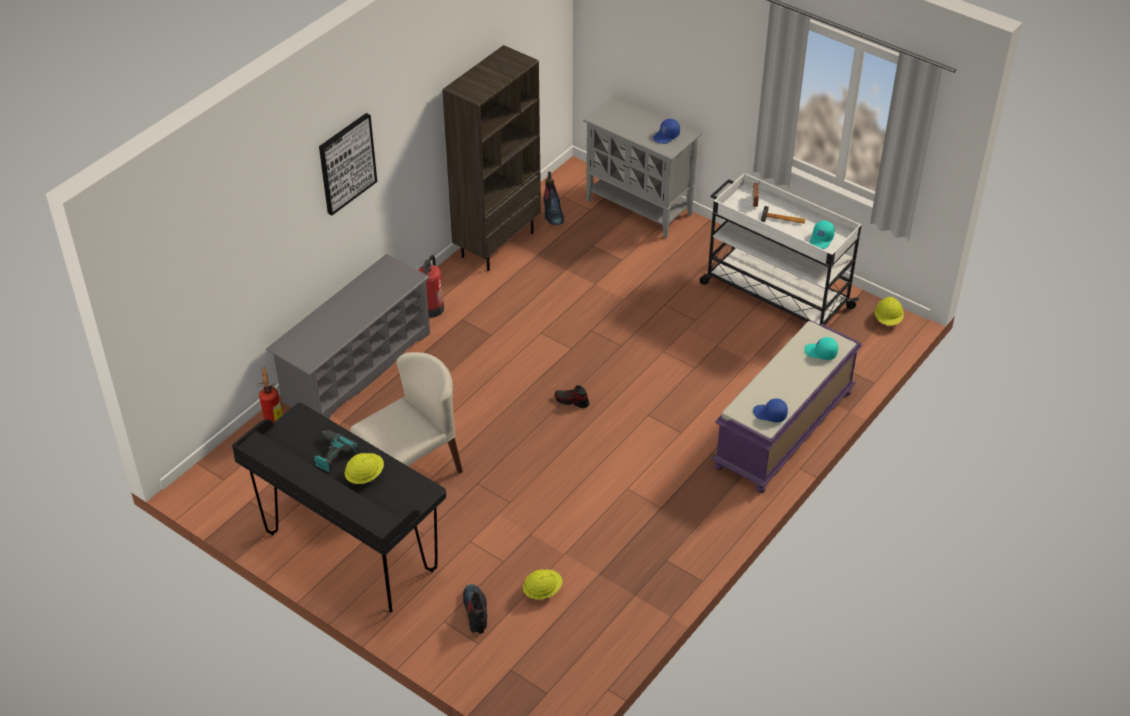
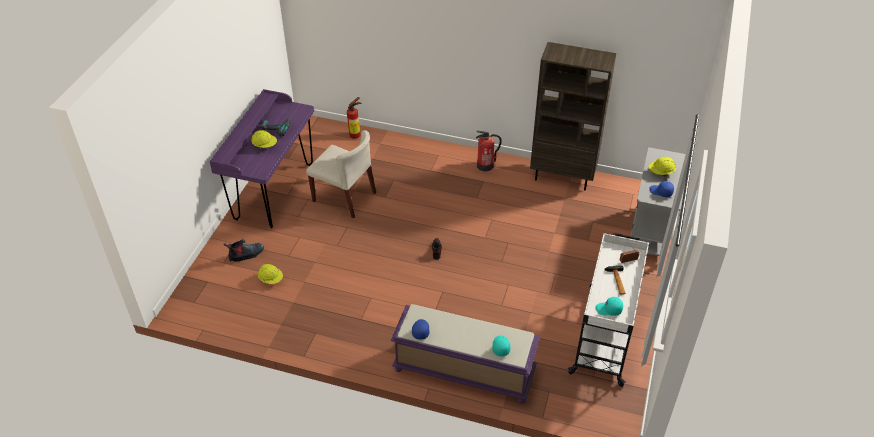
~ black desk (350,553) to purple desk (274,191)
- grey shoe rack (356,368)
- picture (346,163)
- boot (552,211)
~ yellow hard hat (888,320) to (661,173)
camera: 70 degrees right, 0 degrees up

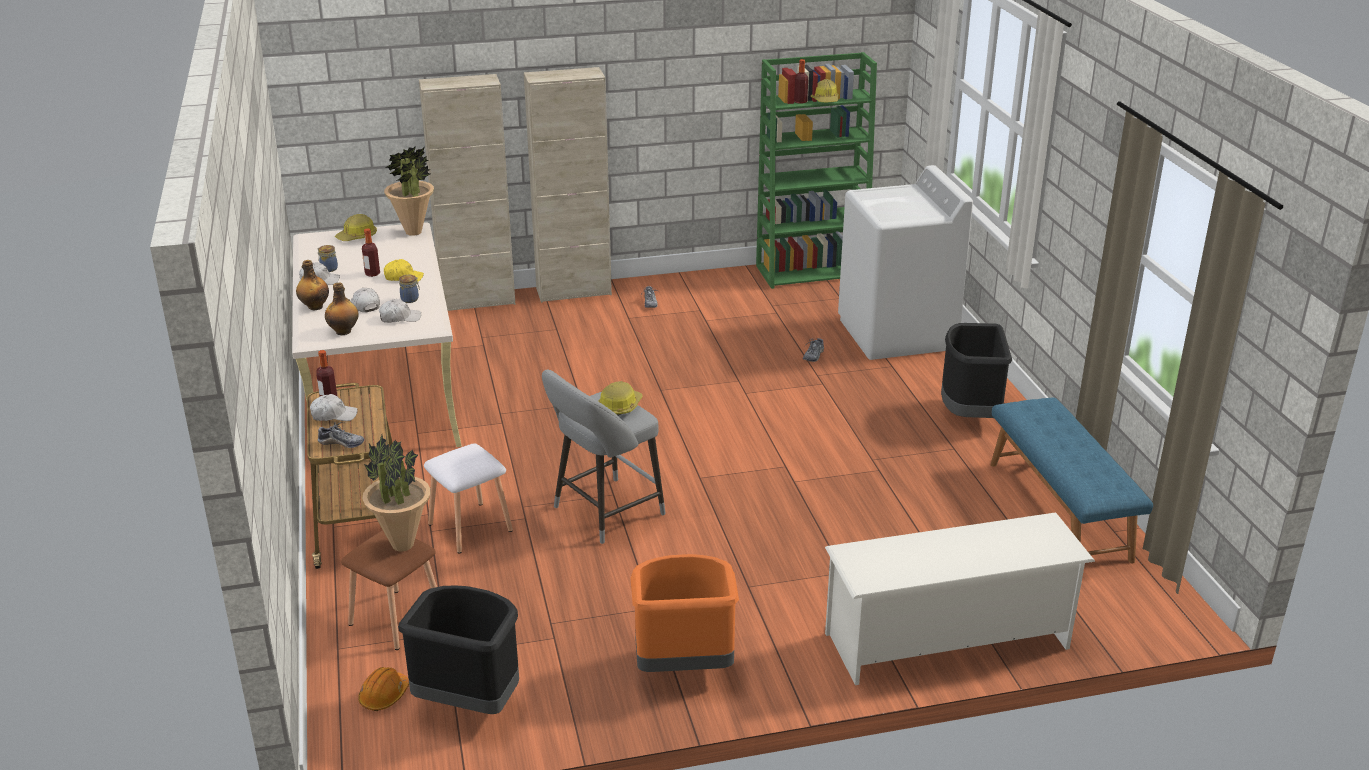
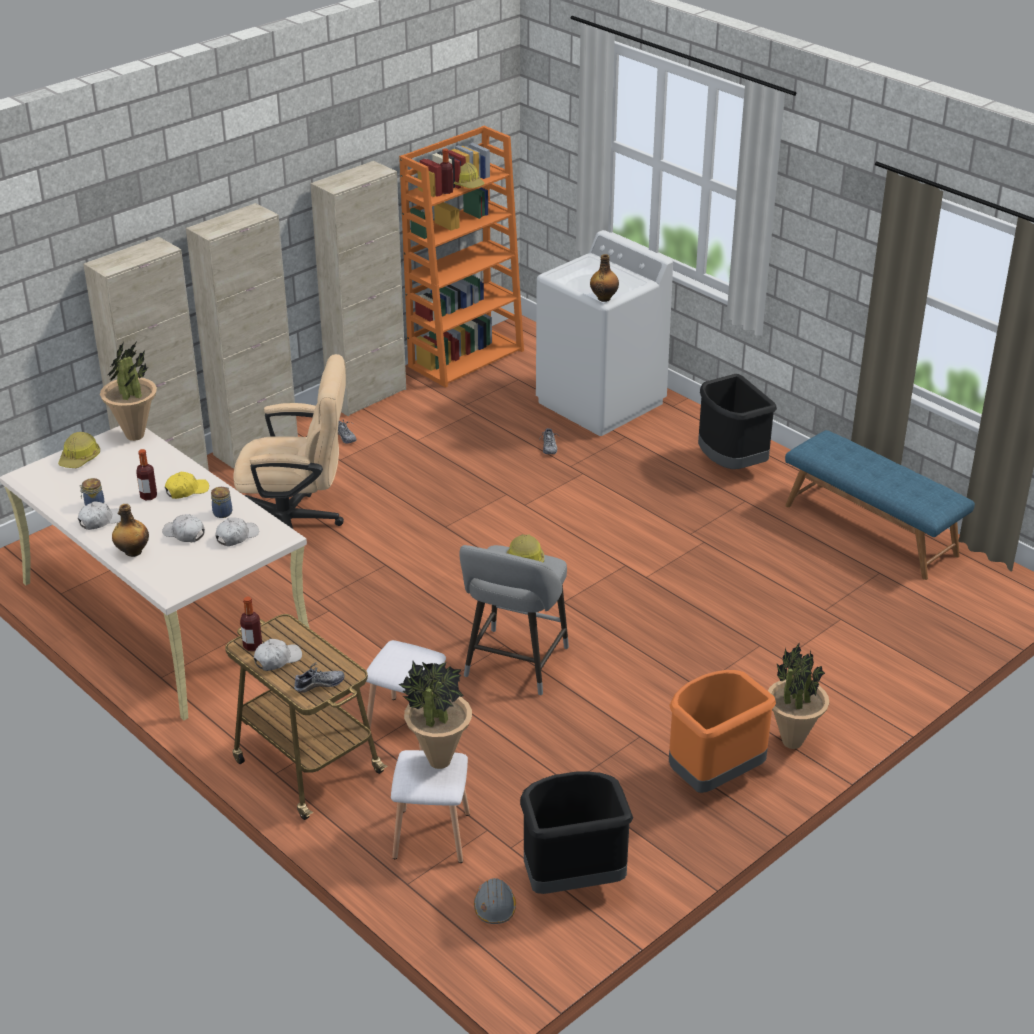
~ bottle (344,331) to (604,298)
~ brown stool (398,619) to white stool (433,835)
~ orange hard hat (384,696) to grey hard hat (494,907)
~ green bookcase (812,271) to orange bookcase (466,358)
- white shoe rack (947,641)
+ beige office chair (297,524)
+ beige cabinet (367,396)
+ potted plant (792,742)
camera: 30 degrees left, 5 degrees up

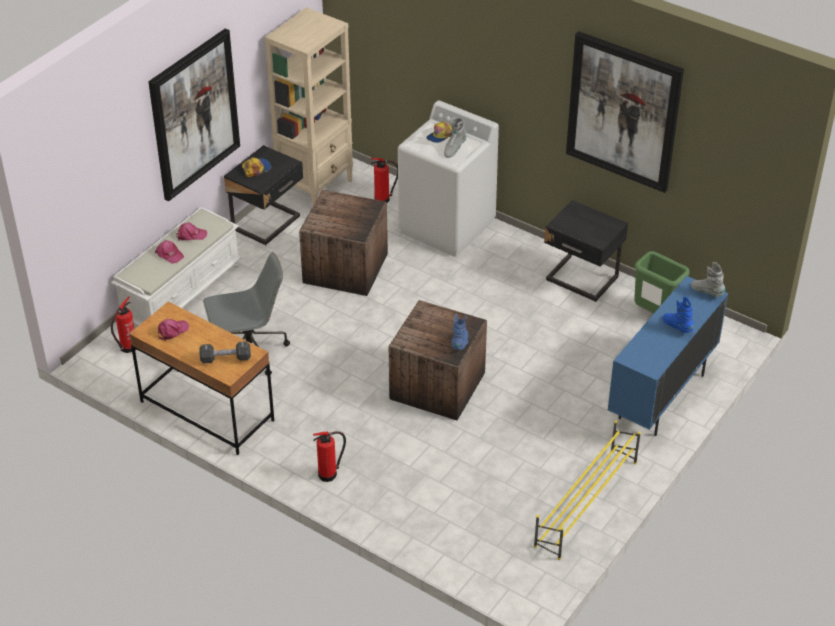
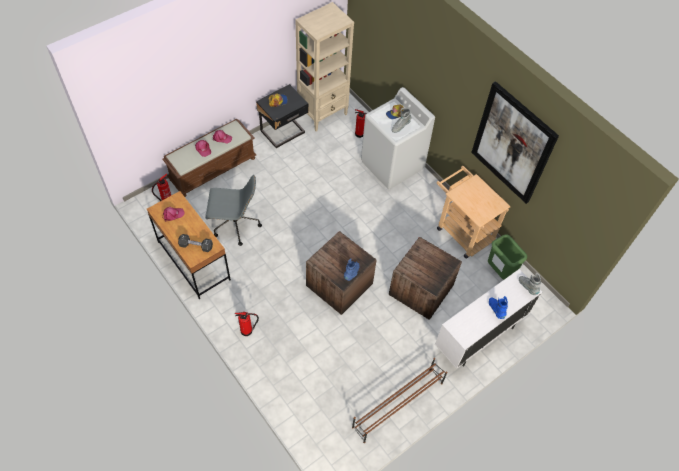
~ white bench (181,292) to brown bench (213,168)
- picture (194,114)
~ crate (346,269) to (421,291)
~ yellow shoe rack (585,504) to brown shoe rack (397,405)
~ black nightstand (581,280) to beige cart (461,230)
~ blue cabinet (661,397) to white cabinet (478,337)
camera: 15 degrees right, 15 degrees up

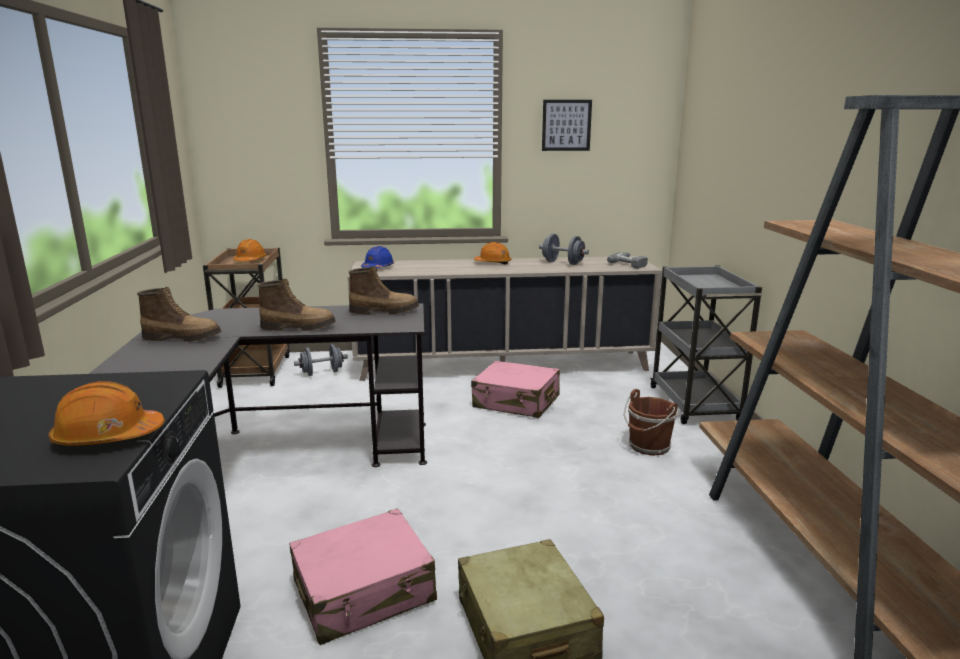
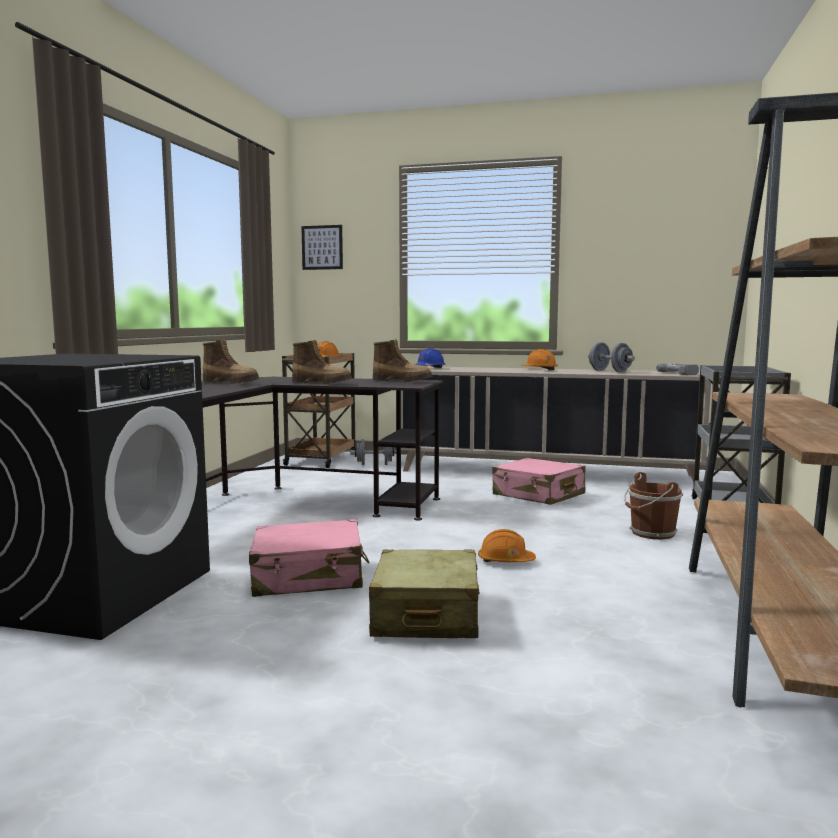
~ orange hard hat (108,437) to (505,561)
~ picture (566,125) to (322,247)
camera: 20 degrees right, 10 degrees down

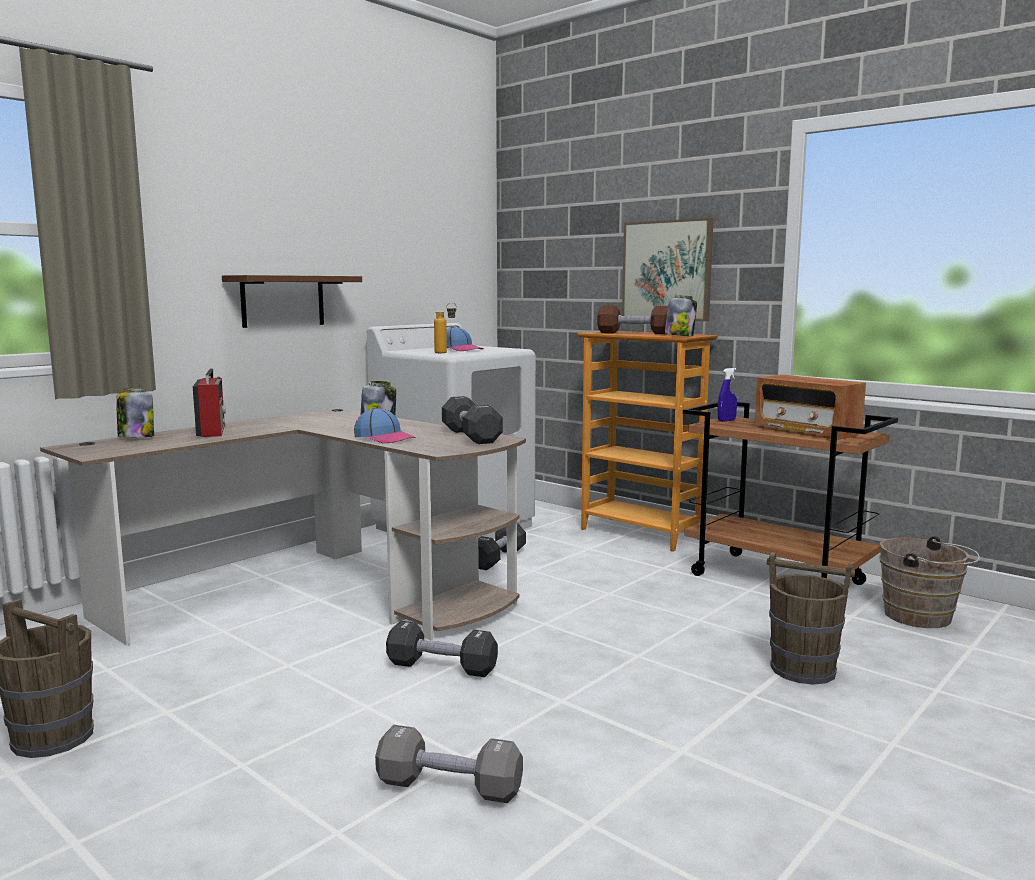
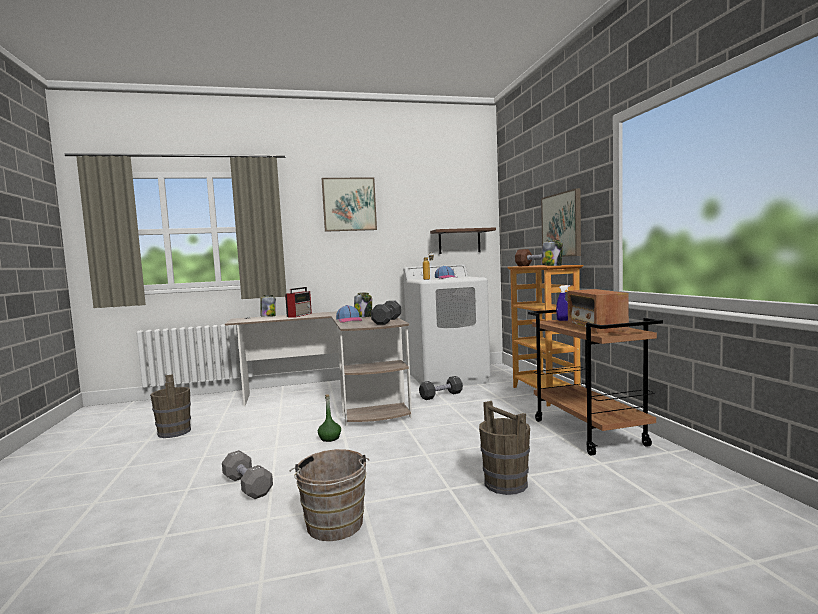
~ brown shelf (283,301) to (459,241)
~ black dumbbell (442,667) to green bottle (330,438)
~ brown bucket (923,617) to (334,527)
+ picture (349,204)
camera: 35 degrees right, 5 degrees down

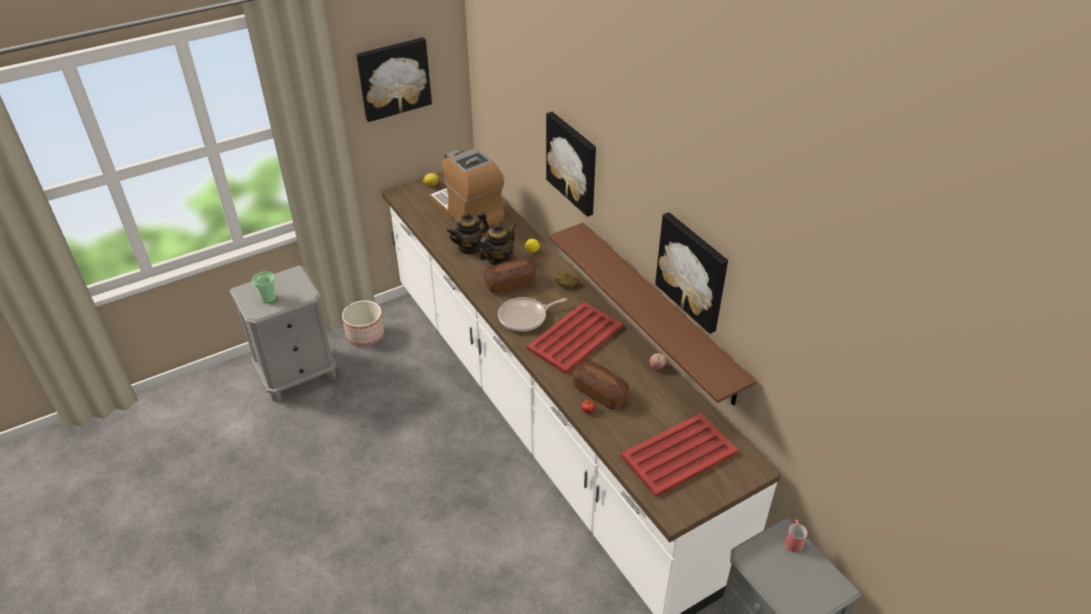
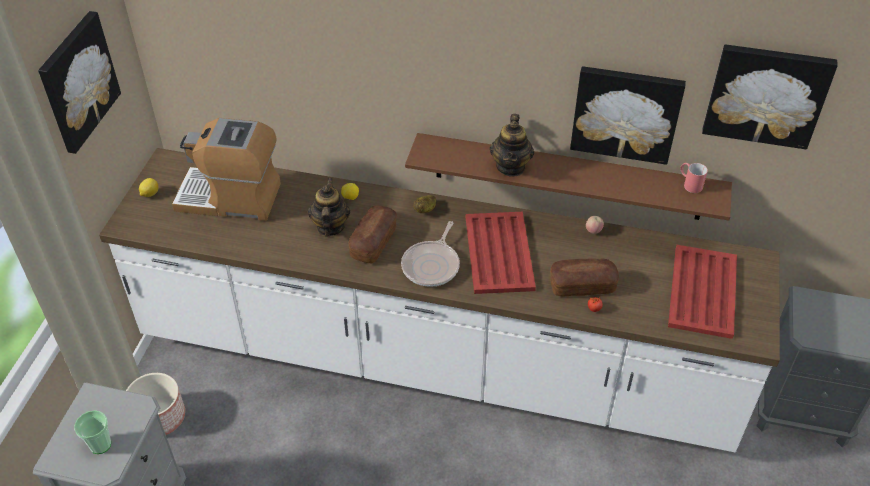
~ teapot (469,248) to (511,166)
~ picture (573,162) to (766,94)
~ red mug (793,540) to (689,184)
camera: 45 degrees left, 5 degrees up

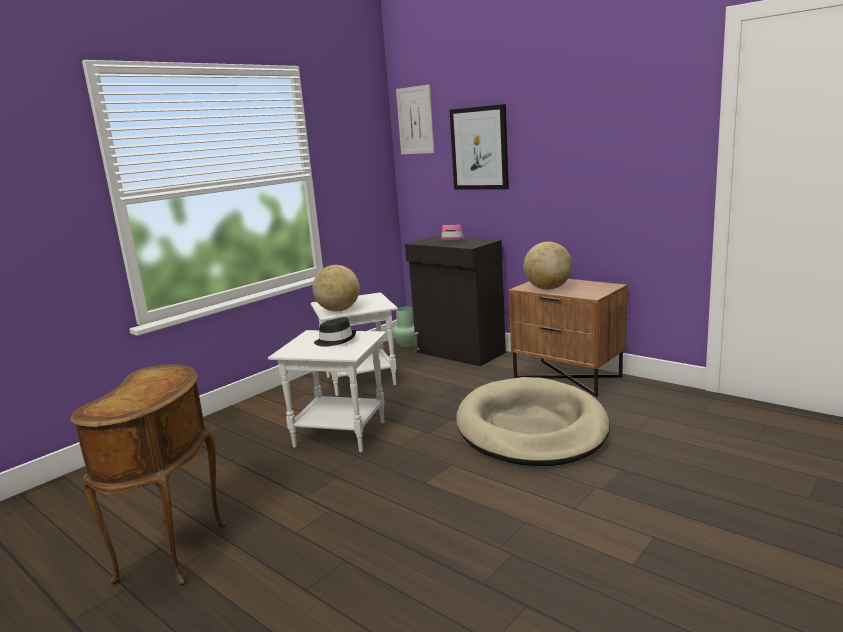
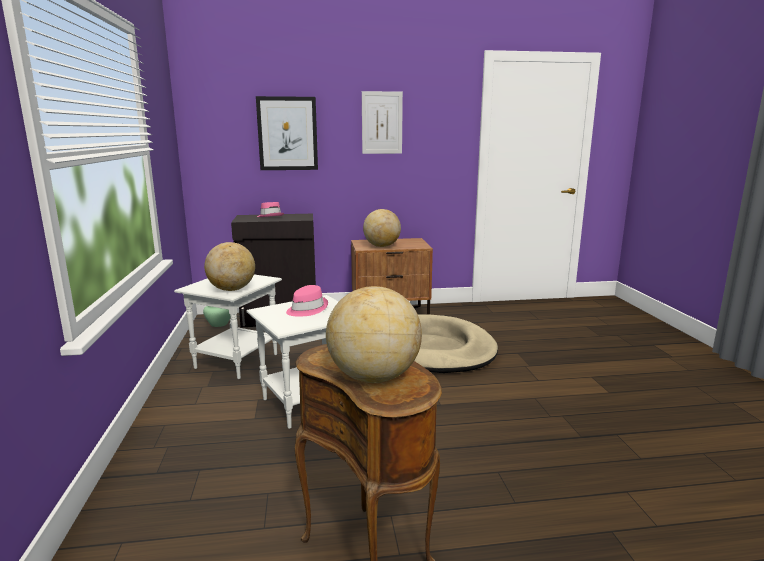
~ black hat (336,340) to pink hat (306,309)
~ picture (415,120) to (382,123)
+ globe (373,377)
camera: 50 degrees left, 0 degrees up

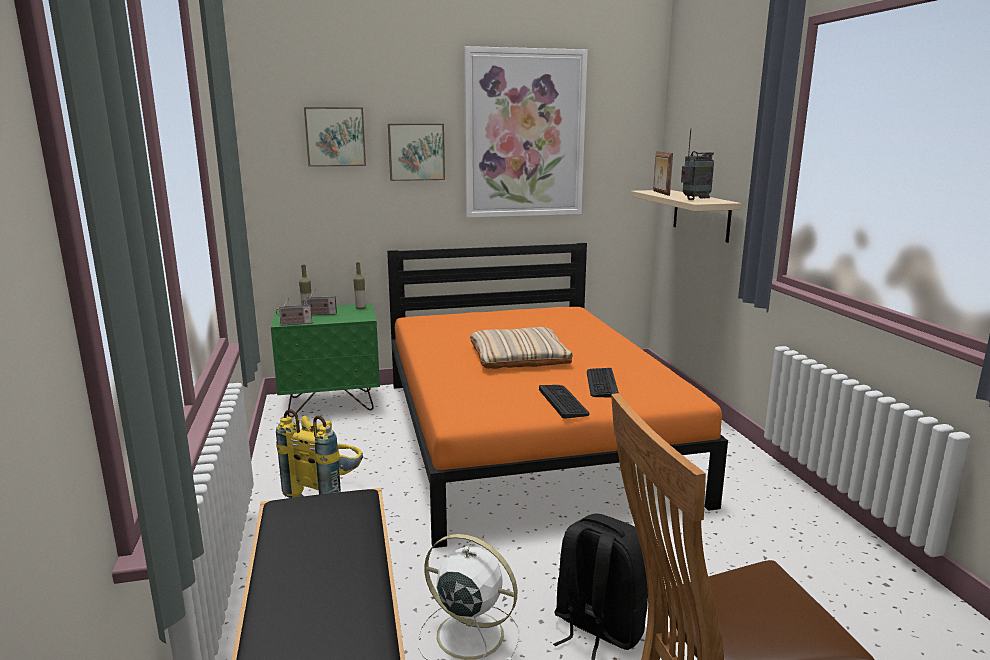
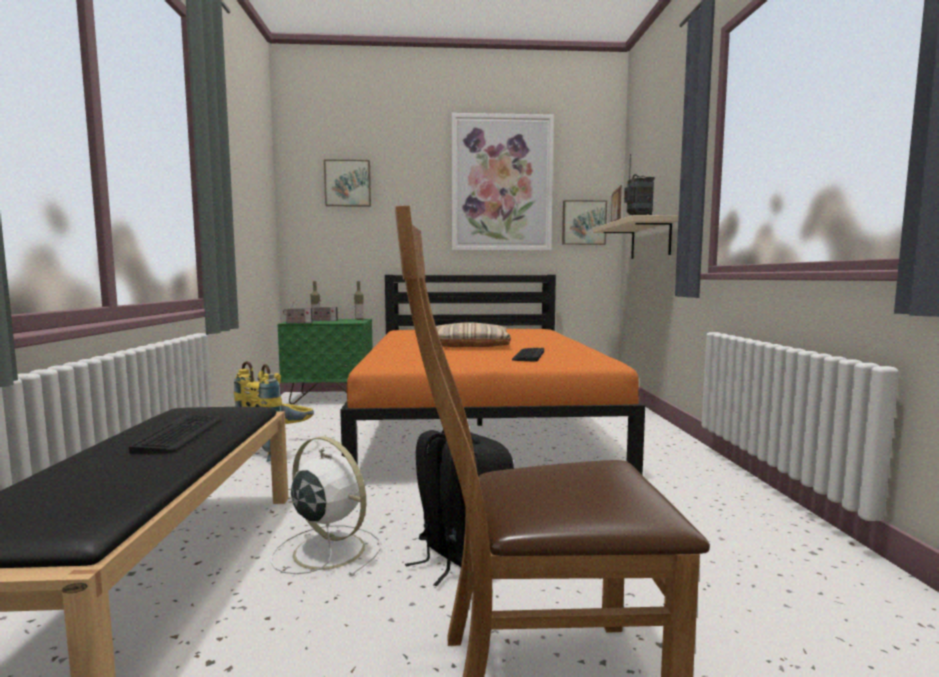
~ picture (416,152) to (583,222)
~ keyboard (563,401) to (180,434)
camera: 10 degrees right, 10 degrees down

